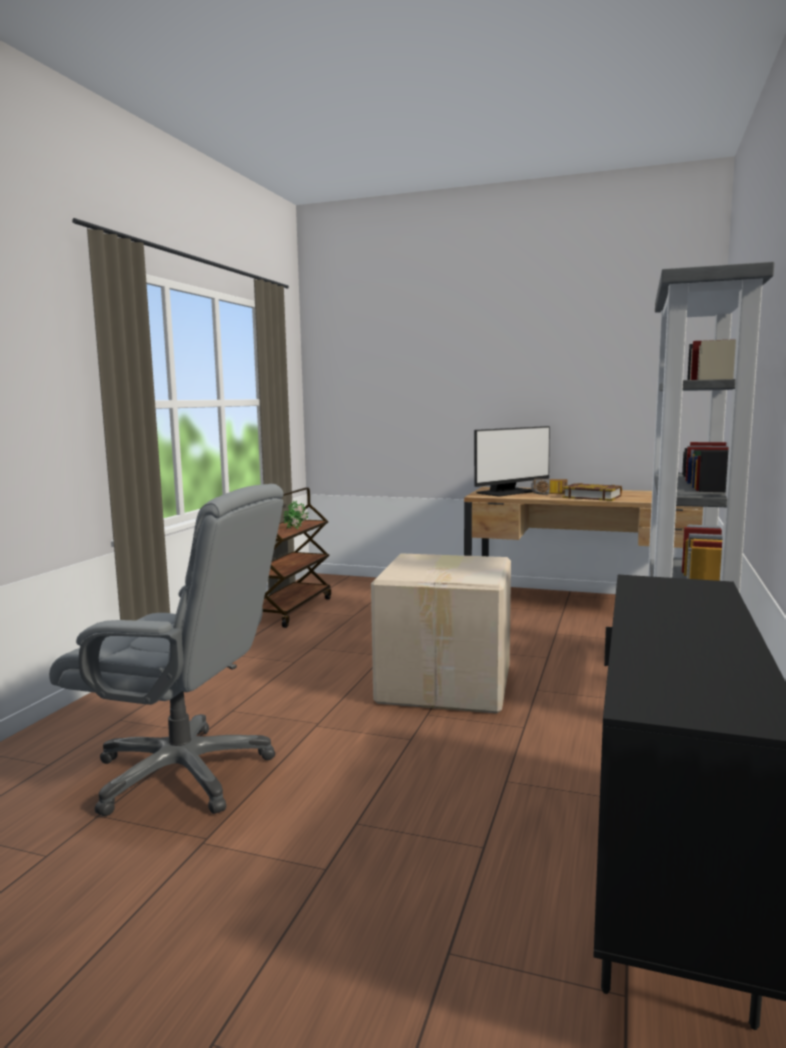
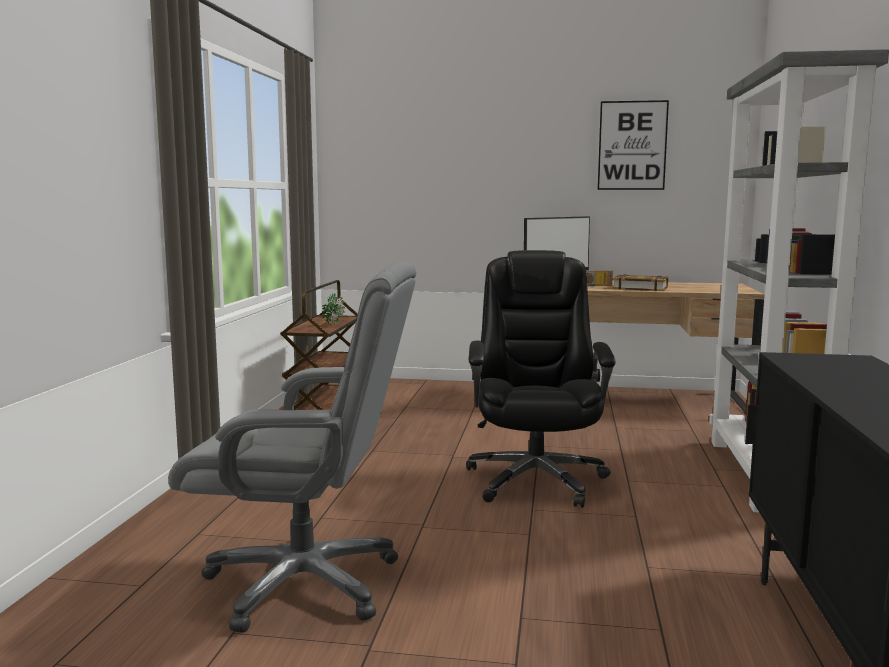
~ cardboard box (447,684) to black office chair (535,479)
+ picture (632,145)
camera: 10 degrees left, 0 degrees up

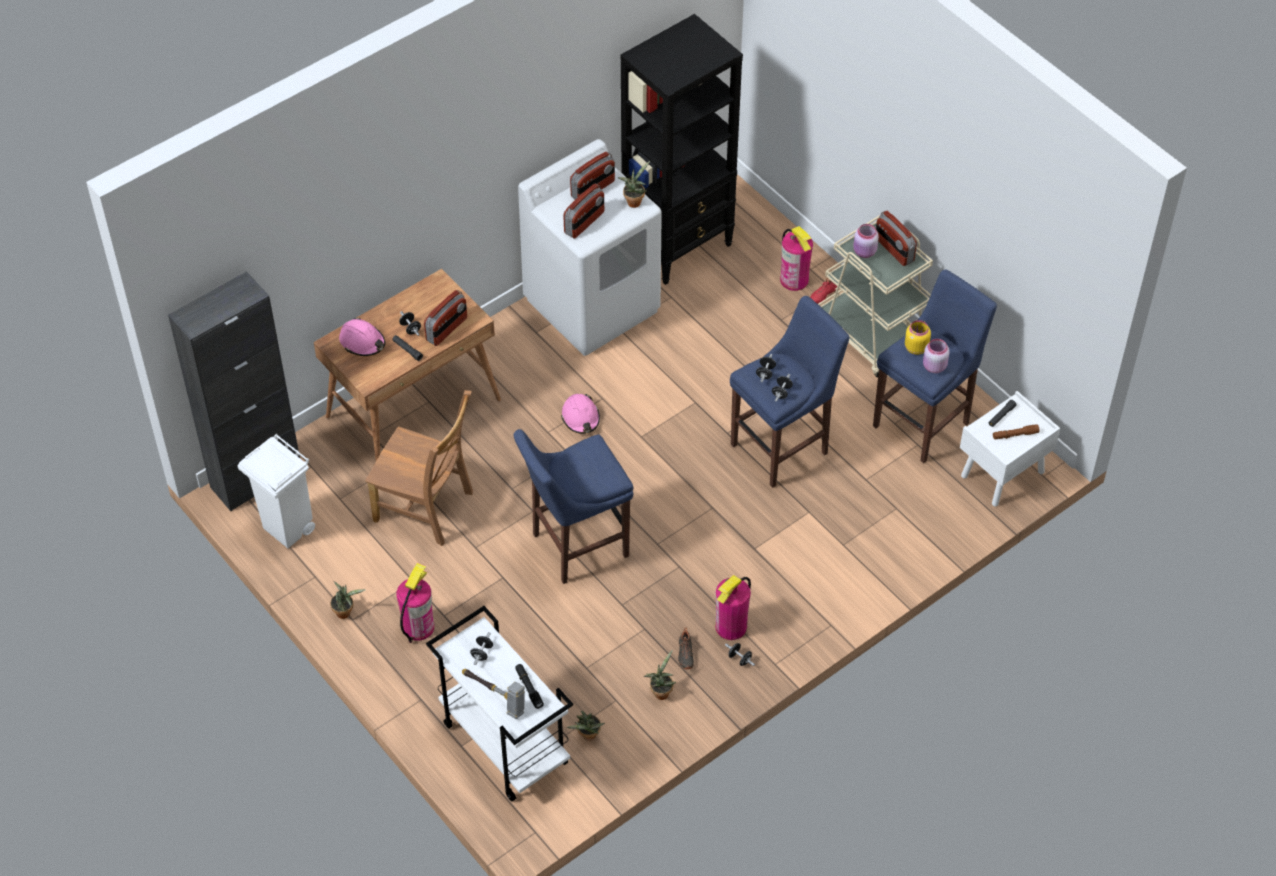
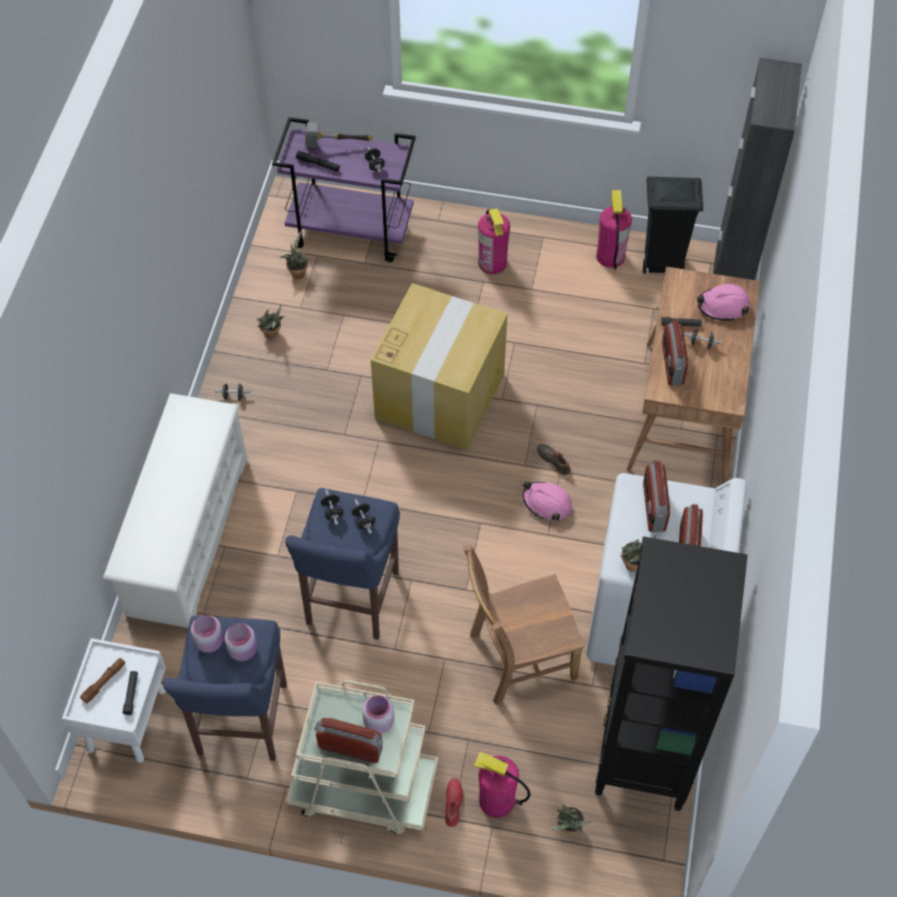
~ white trash can (288,529) to black trash can (661,263)
~ potted plant (345,612) to (568,829)
~ brown chair (427,508) to (518,657)
~ white cart (503,743) to purple cart (352,231)
~ blue stool (575,546) to cardboard box (440,394)
~ black shoe (685,654) to (554,460)
~ fire extinguisher (731,626) to (610,256)
~ yellow jar (915,348) to pink jar (244,650)
+ white shoe rack (187,536)
camera: 140 degrees right, 5 degrees up

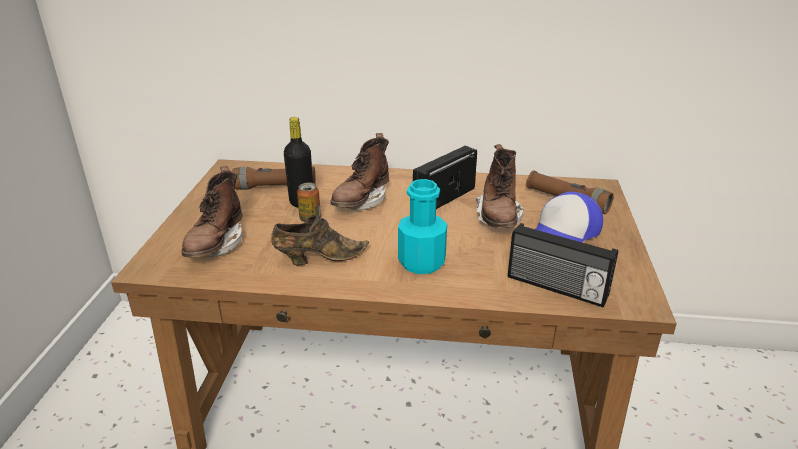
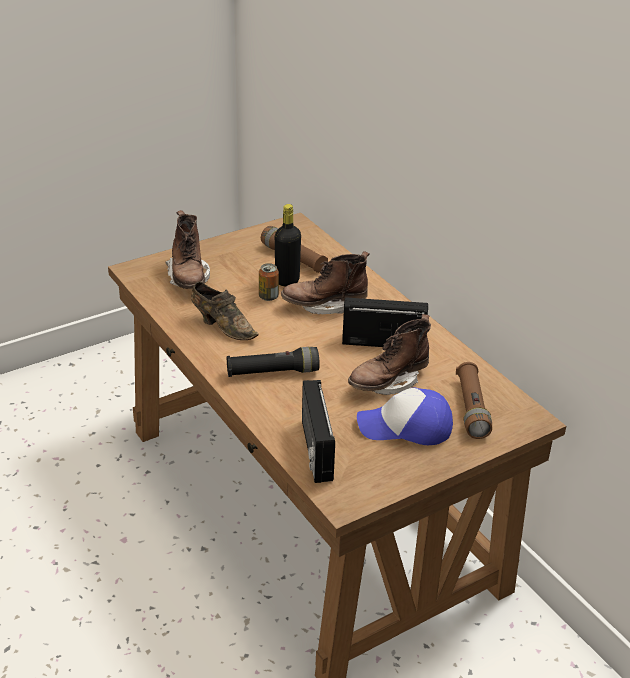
~ brown boot (216,245) = (188,278) 75 degrees counterclockwise
~ turquoise bottle (421,262) to black flashlight (272,372)
camera: 50 degrees right, 5 degrees up

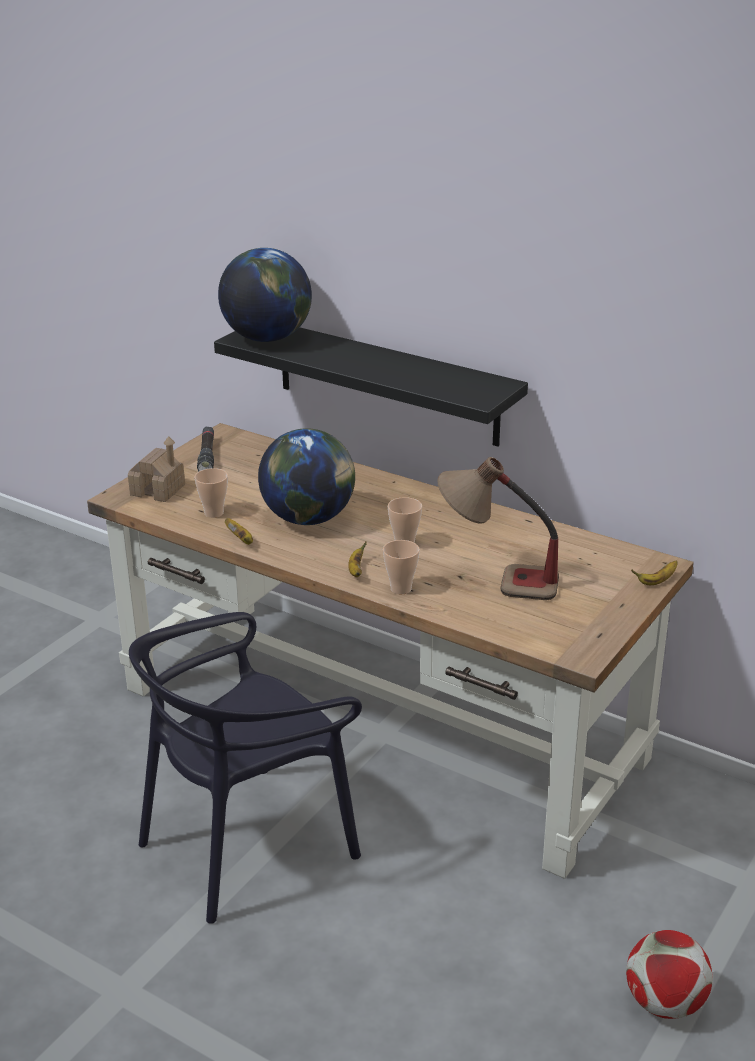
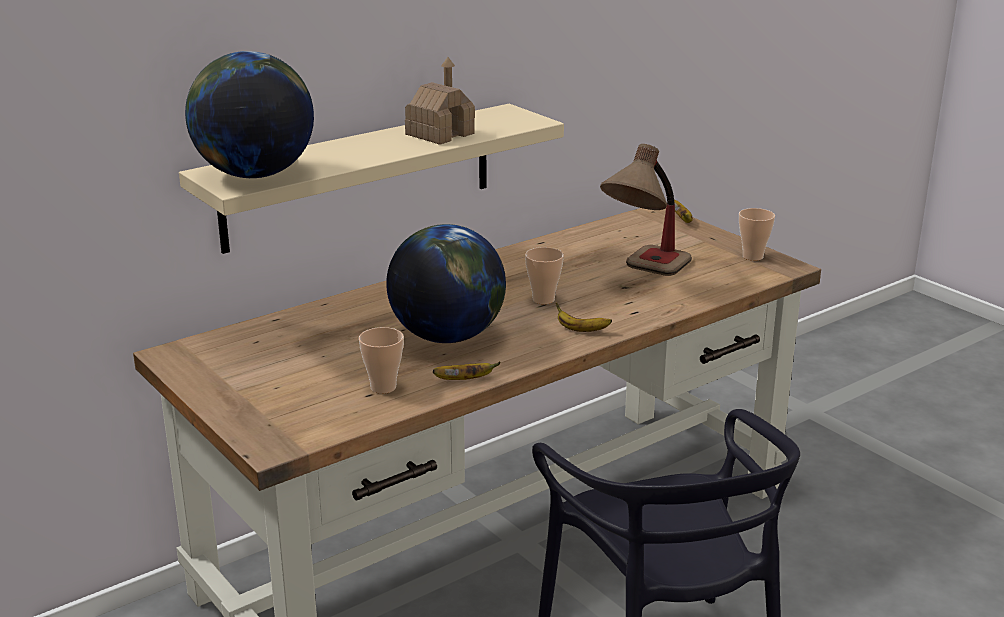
~ toy house (158,490) to (440,134)
- black flashlight (207,456)
~ black shelf (386,382) to beige shelf (359,176)
~ cup (401,589) to (752,256)
- football (665,1003)
camera: 70 degrees left, 5 degrees down

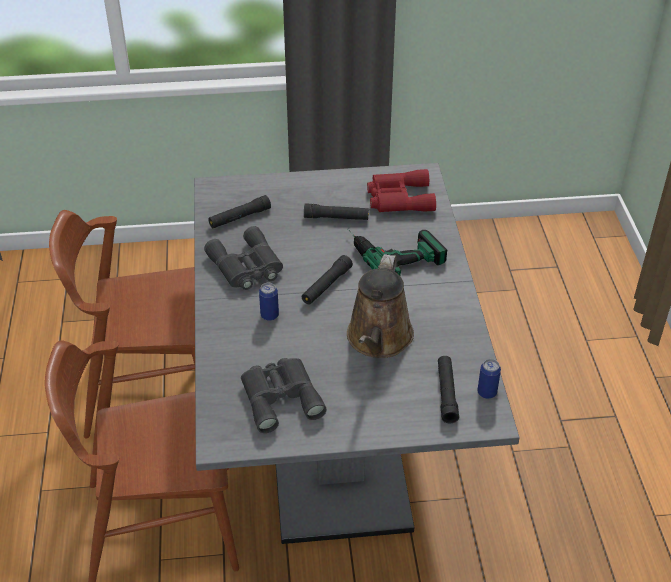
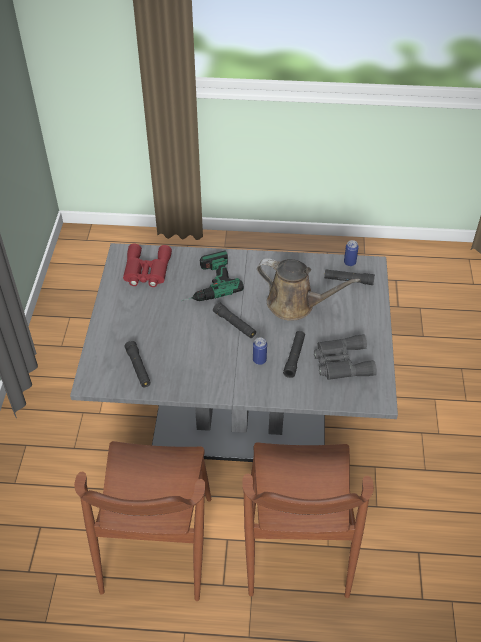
- grey binoculars (246,267)
~ black flashlight (336,217) to (294,357)
camera: 80 degrees left, 5 degrees up

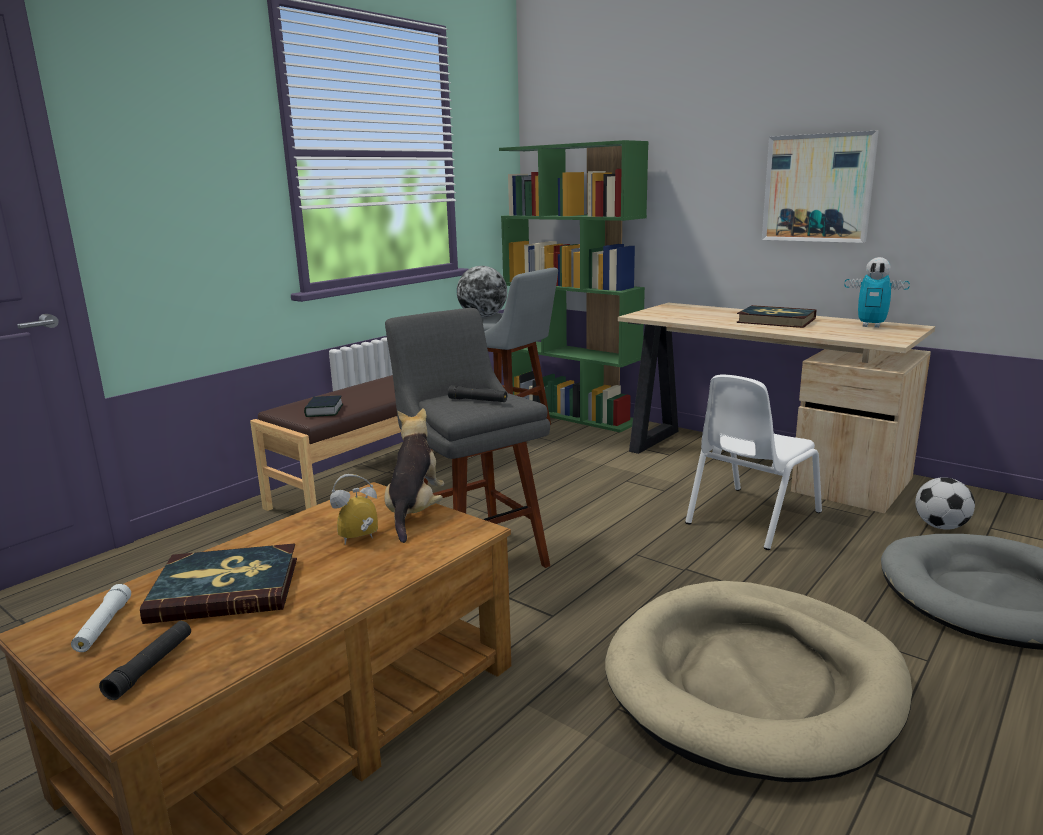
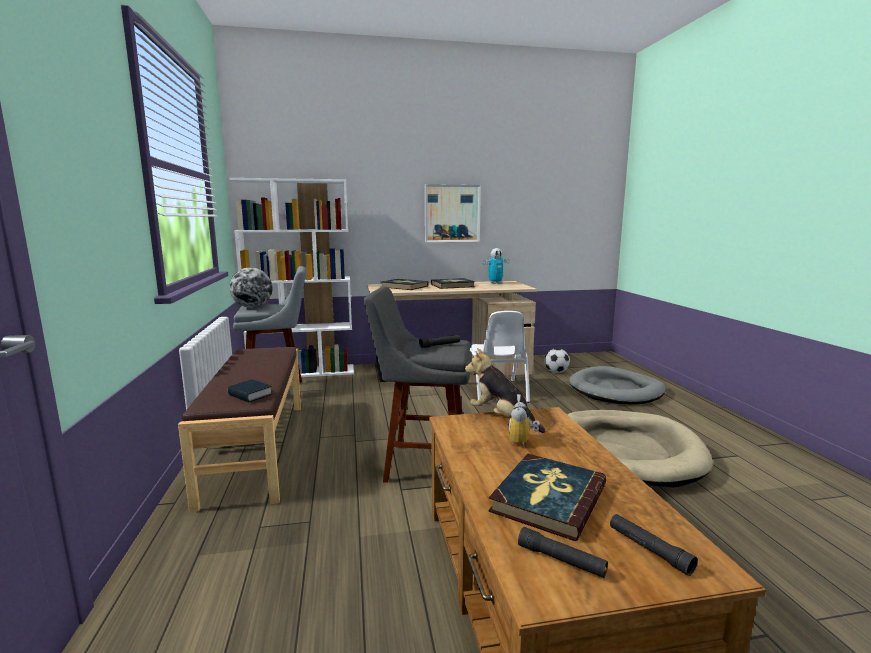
~ white flashlight (103,626) to black flashlight (561,560)
~ green bookcase (573,414) to white bookcase (303,372)
+ book (404,286)
camera: 50 degrees left, 5 degrees down

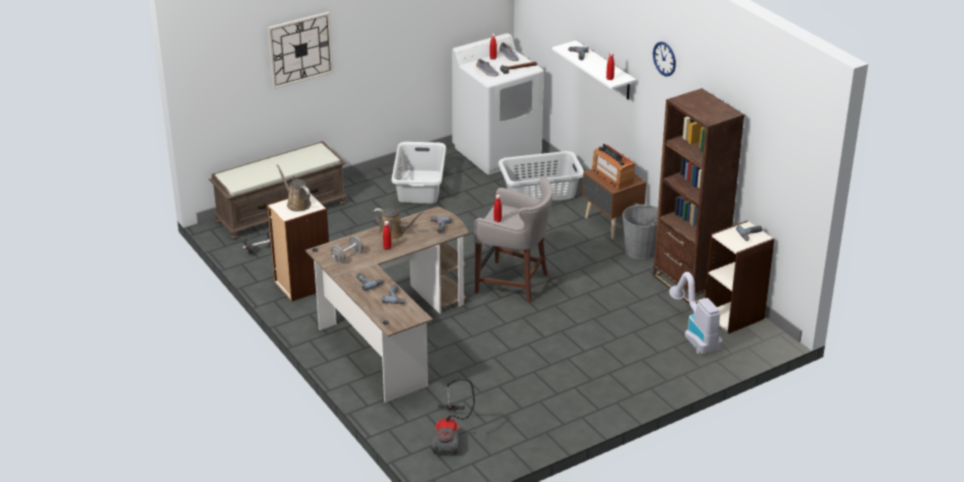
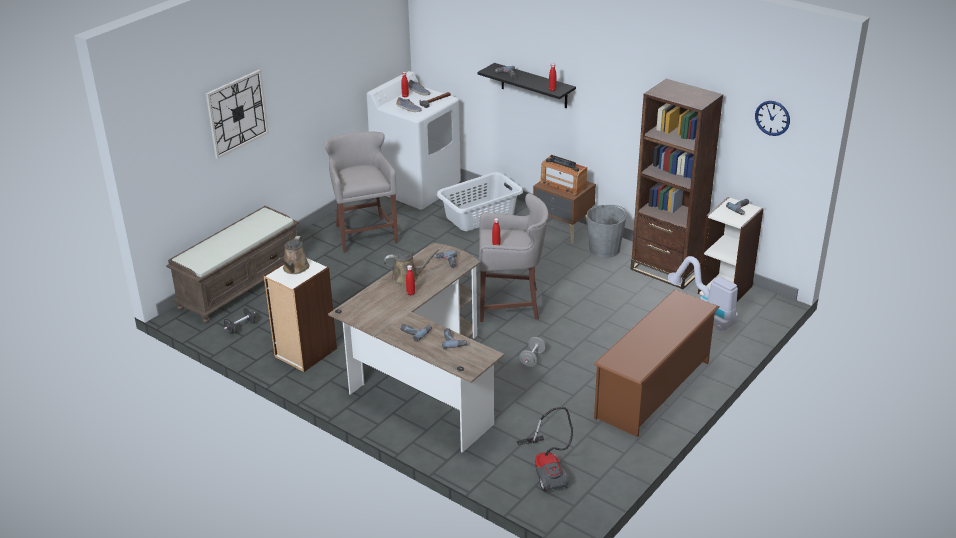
~ brown watering can (297,204) = (295,268) 105 degrees counterclockwise
~ grey dumbbell (347,257) to (532,359)
~ grey laundry basket (420,187) to grey stool (364,233)
~ white shelf (604,71) to black shelf (534,86)
~ wall clock (664,58) to (772,118)
+ brown shoe rack (653,389)
camera: 20 degrees left, 0 degrees up

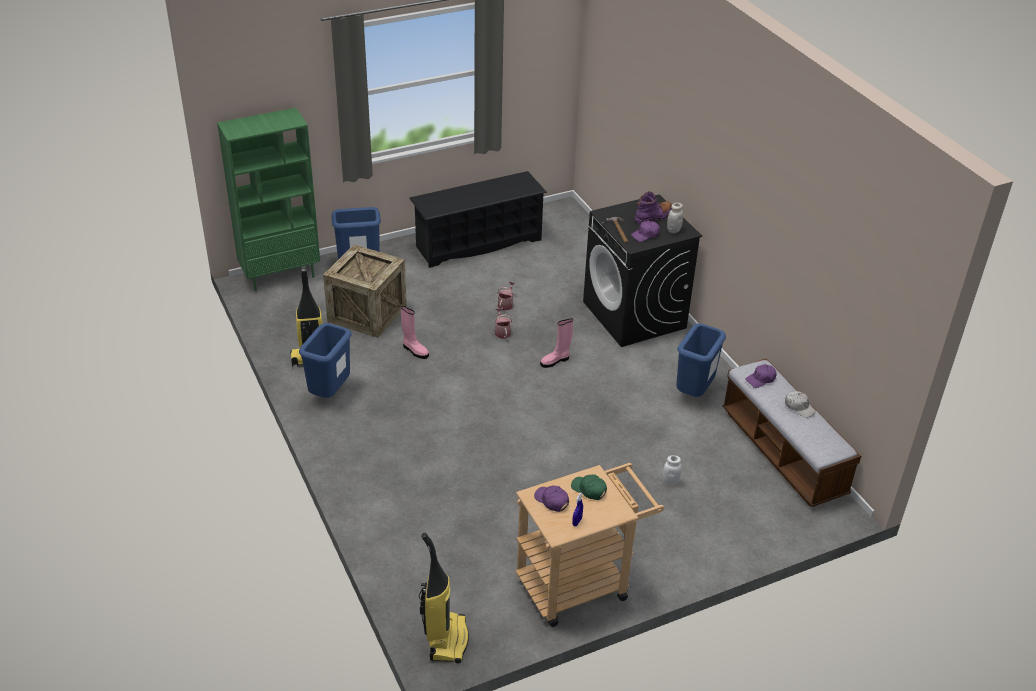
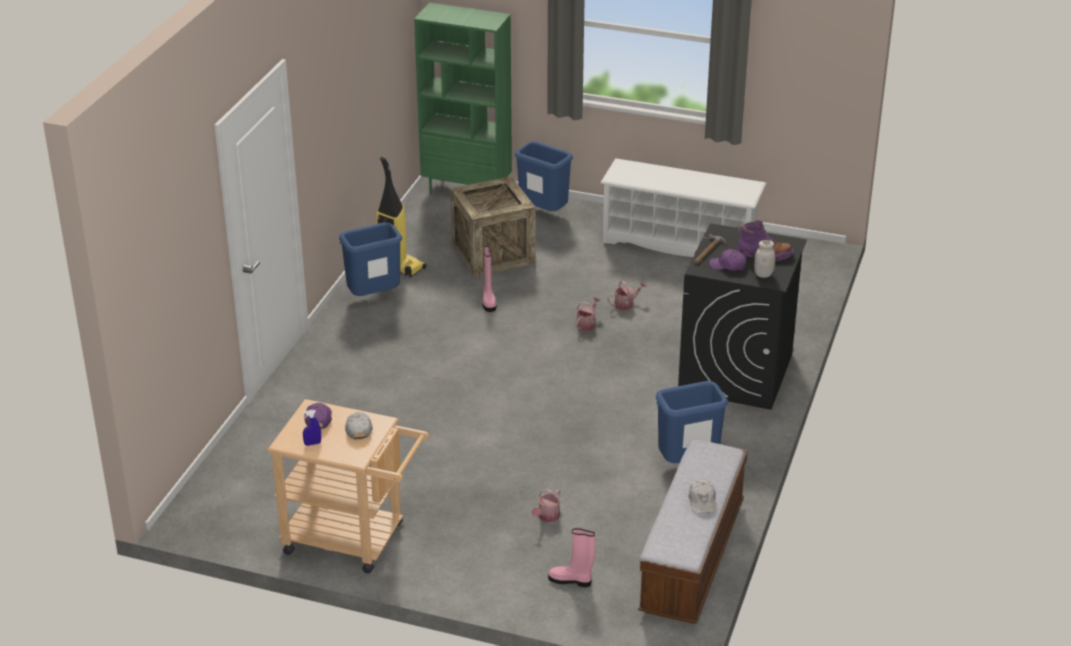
~ black shoe rack (478,243) to white shoe rack (680,243)
- vacuum cleaner (446,639)
~ pink boot (555,361) to (571,580)
~ green cap (589,490) to white cap (358,429)
~ white jar (670,482) to watering can (547,517)
- purple cap (761,379)
camera: 45 degrees right, 5 degrees down

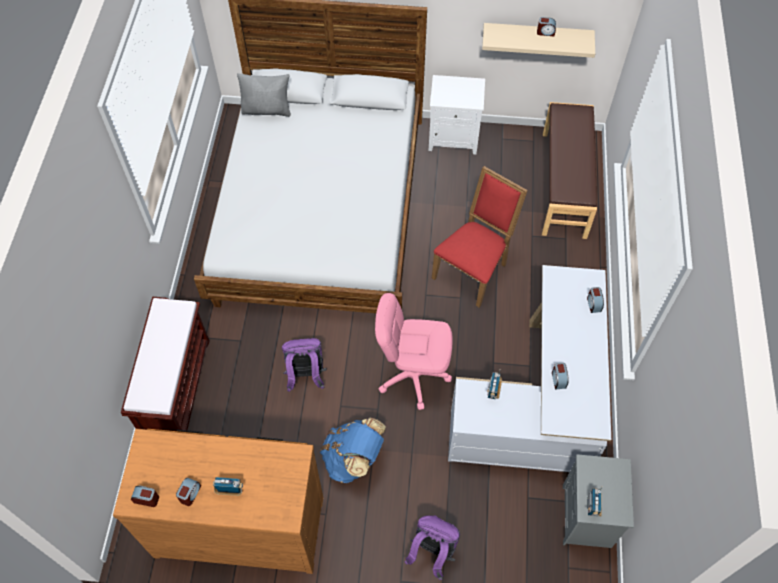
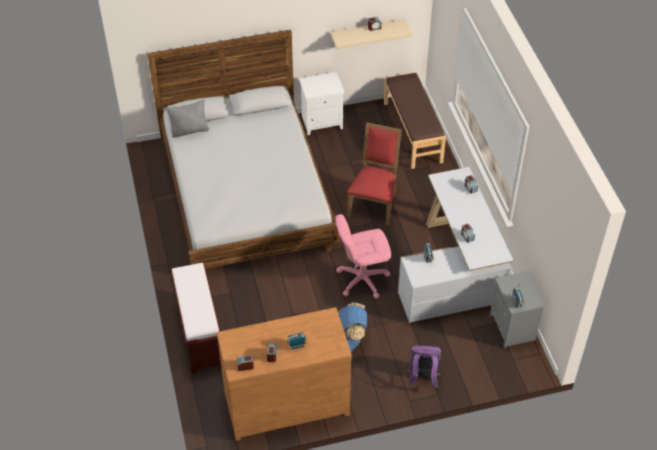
- purple backpack (305,376)
camera: 20 degrees left, 10 degrees down

